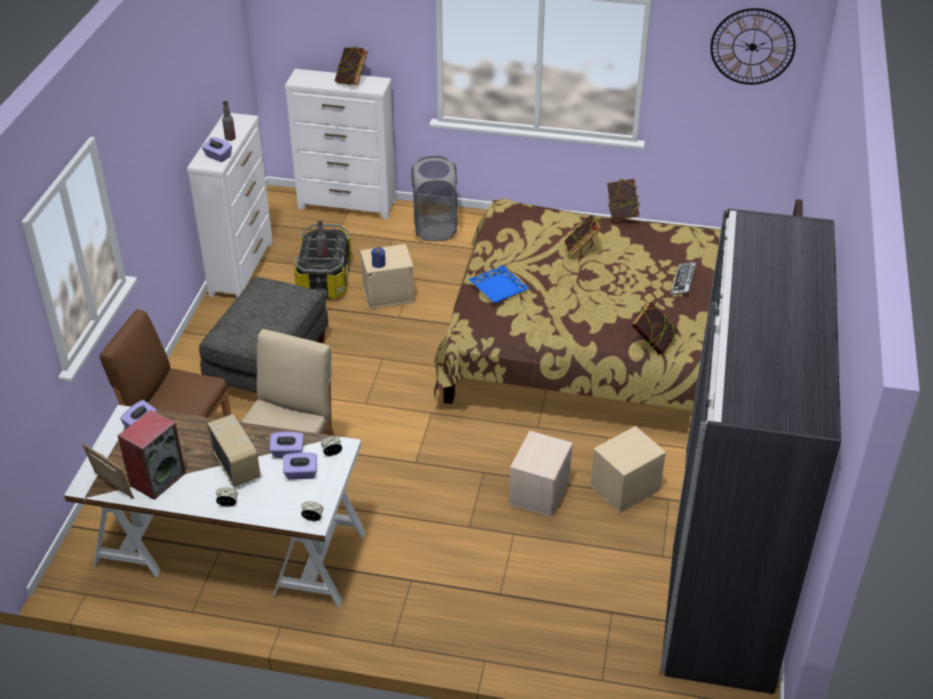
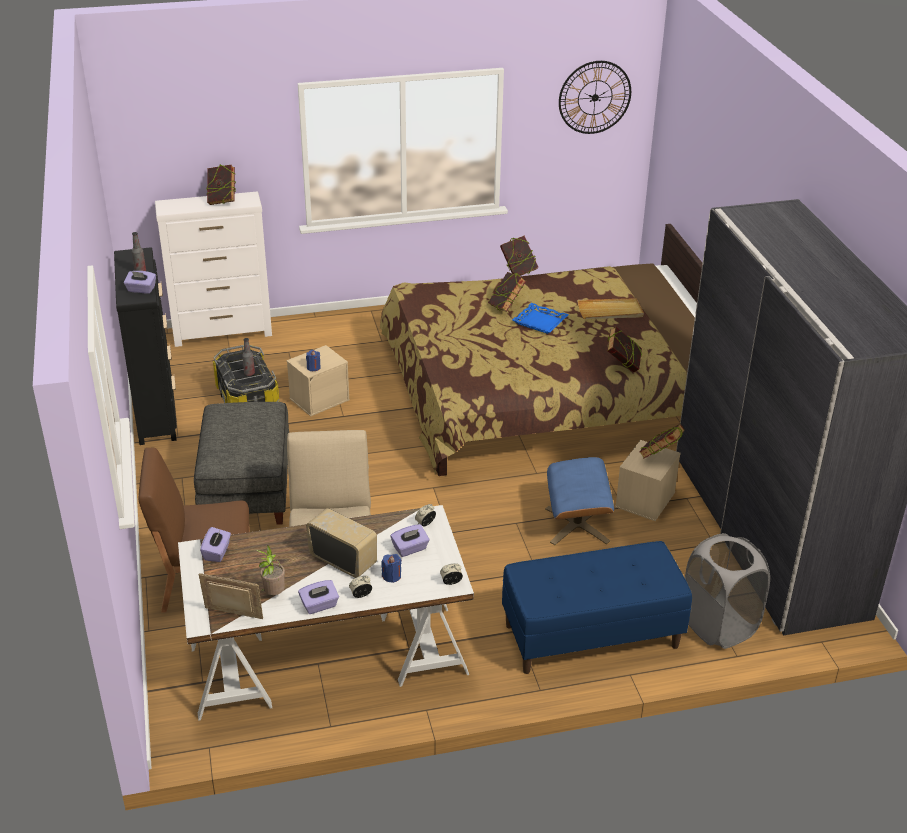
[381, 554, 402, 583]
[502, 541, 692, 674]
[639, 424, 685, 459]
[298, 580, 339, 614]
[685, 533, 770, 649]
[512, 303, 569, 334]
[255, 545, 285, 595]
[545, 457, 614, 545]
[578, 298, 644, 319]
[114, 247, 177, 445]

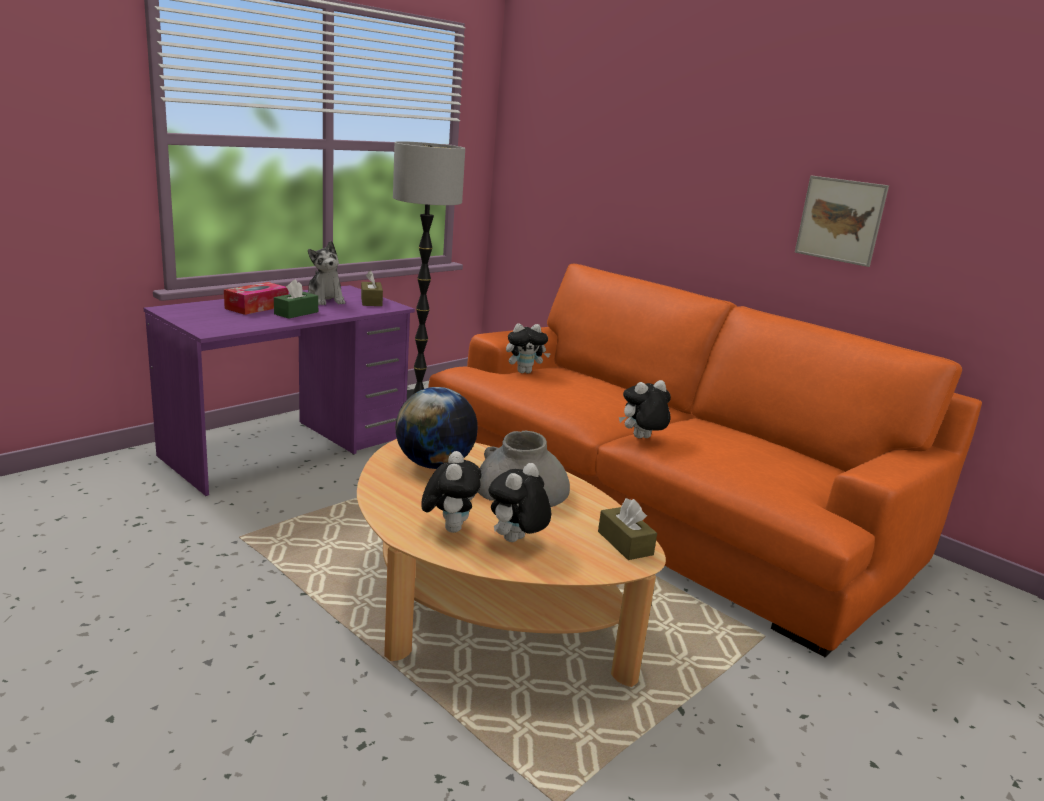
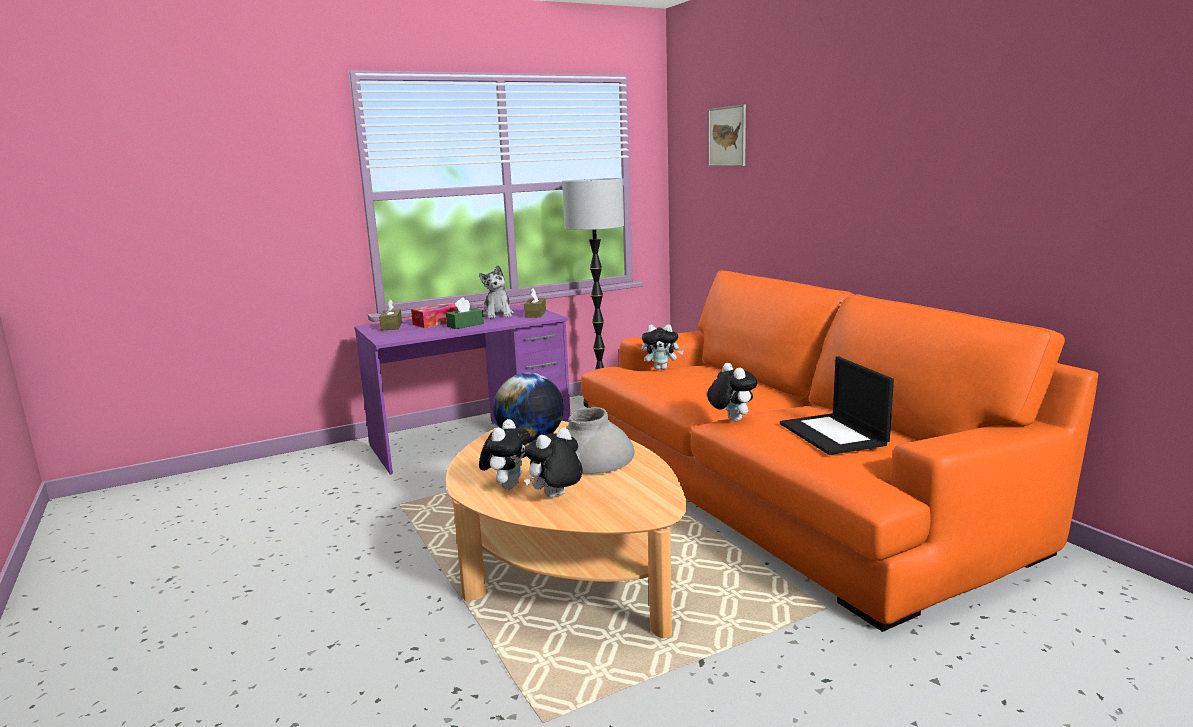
[780, 356, 894, 455]
[379, 299, 402, 331]
[708, 105, 746, 167]
[707, 363, 757, 421]

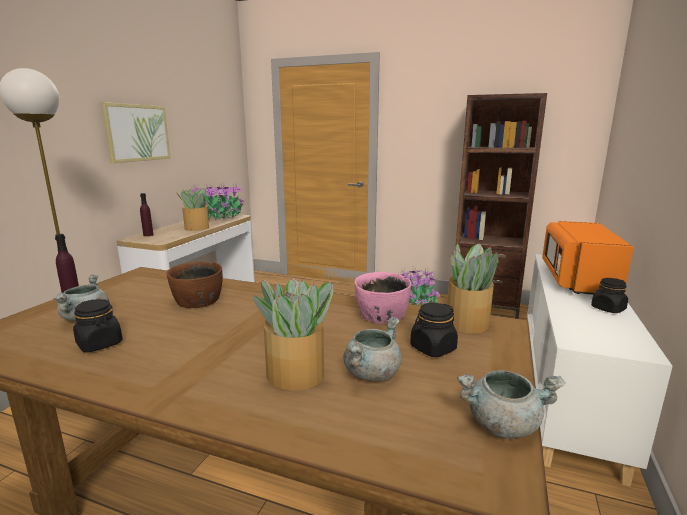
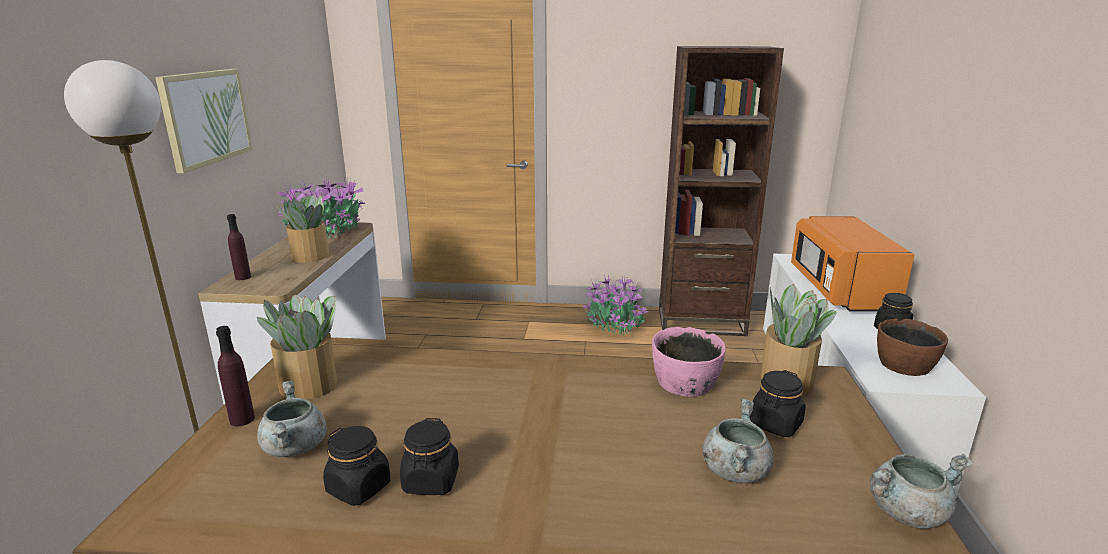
[400, 418, 459, 495]
[877, 319, 948, 376]
[257, 295, 338, 399]

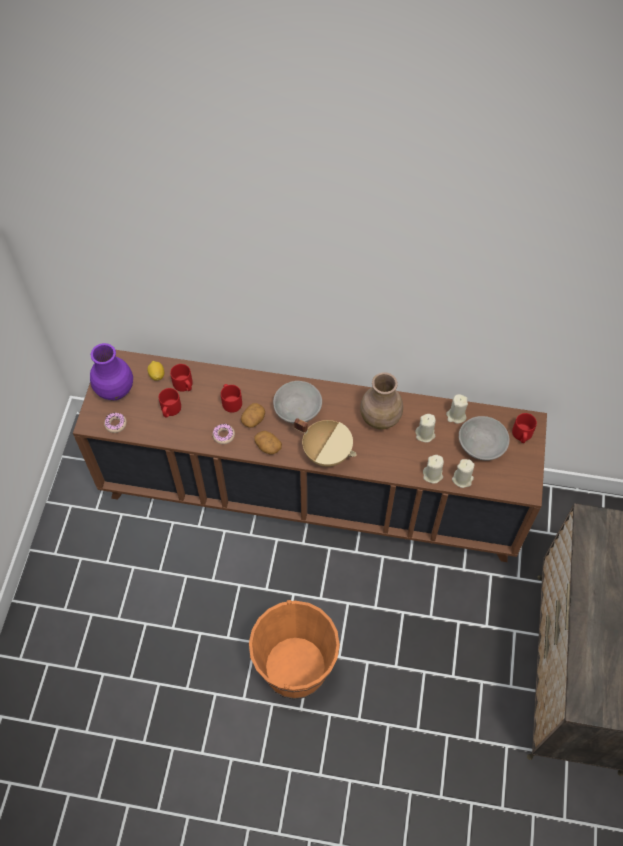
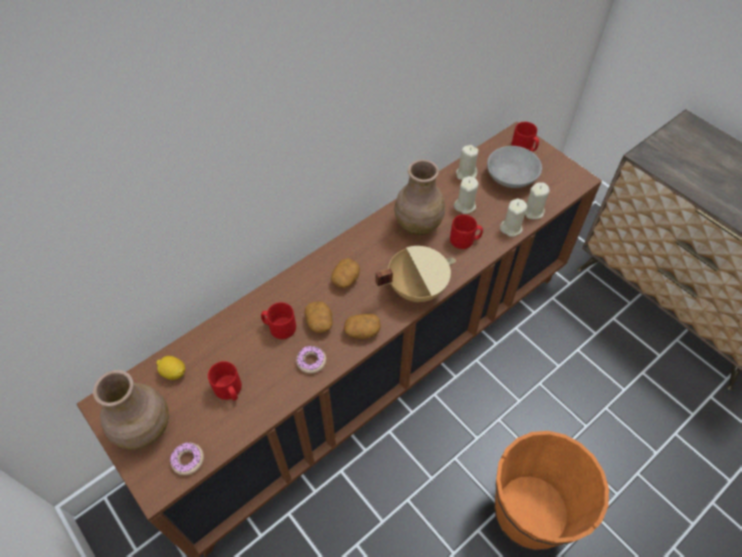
[450, 214, 483, 249]
[331, 258, 360, 288]
[93, 370, 169, 450]

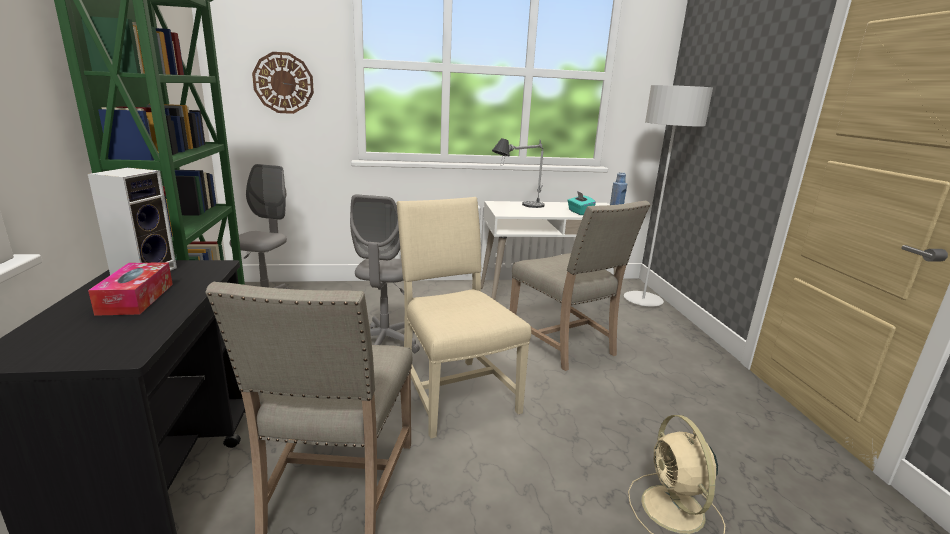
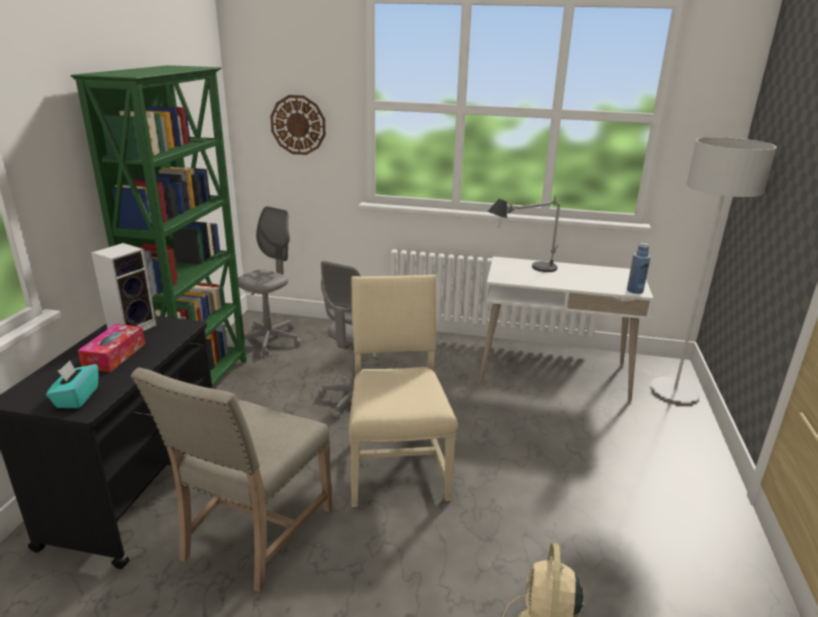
[510, 200, 651, 371] (first image)
[46, 360, 98, 408]

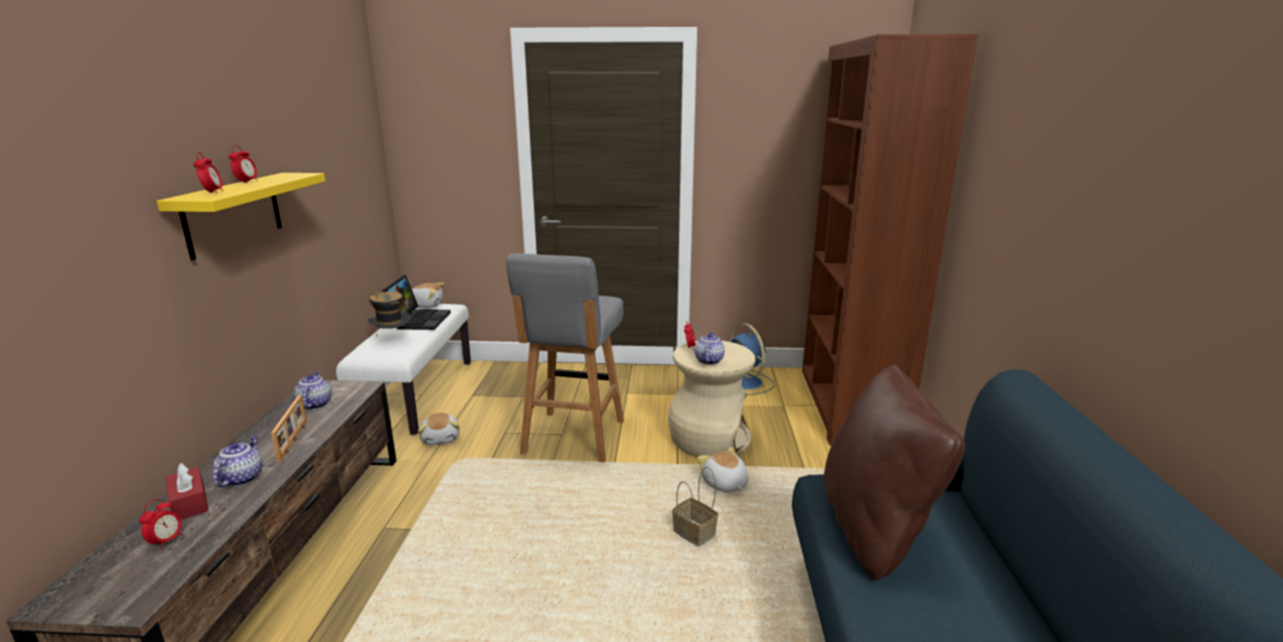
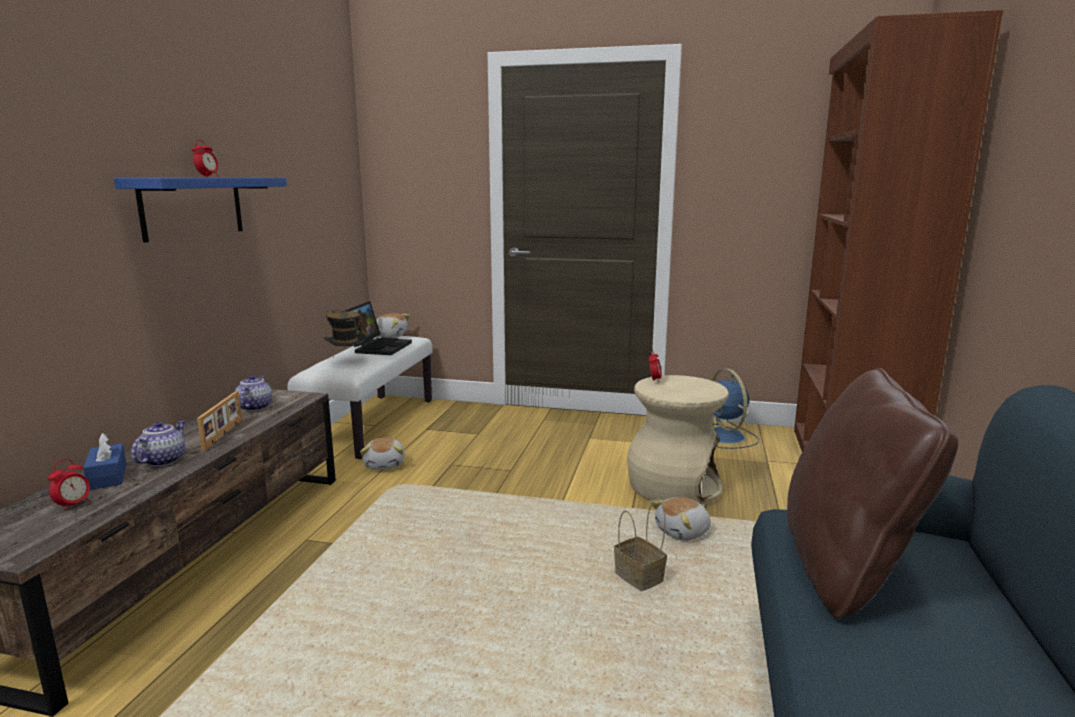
[193, 152, 223, 194] (first image)
[506, 253, 624, 463] (first image)
[694, 332, 725, 365] (first image)
[114, 178, 287, 243]
[83, 433, 126, 490]
[650, 497, 711, 541]

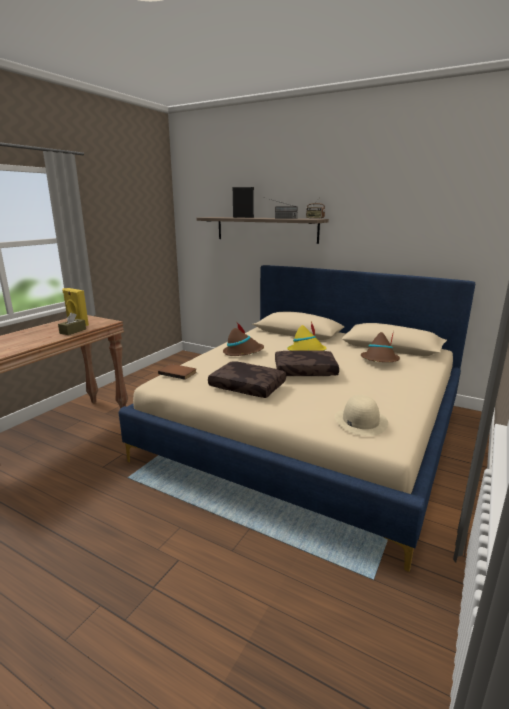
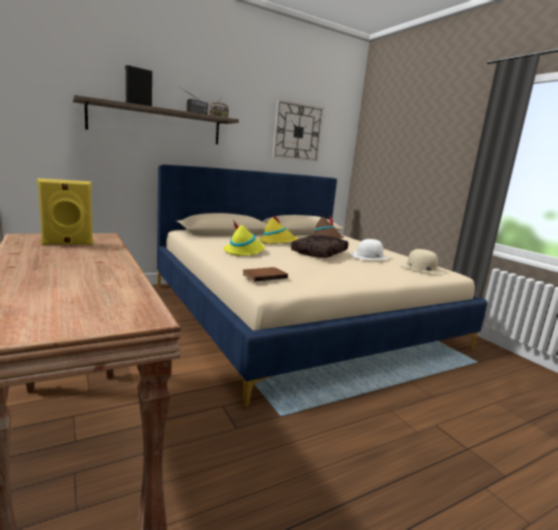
[58, 313, 86, 335] (first image)
[208, 361, 286, 398] (first image)
[272, 99, 324, 162]
[350, 239, 388, 260]
[223, 220, 265, 256]

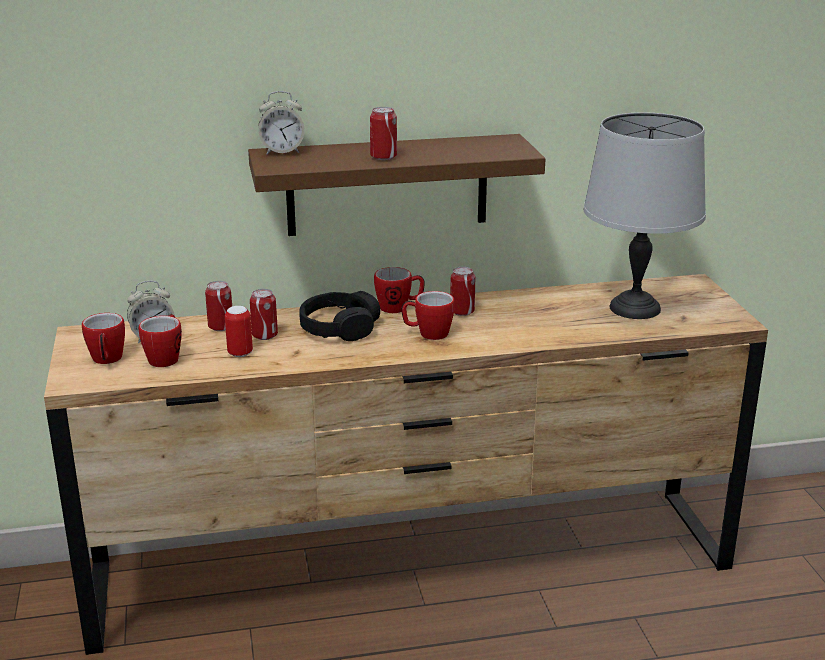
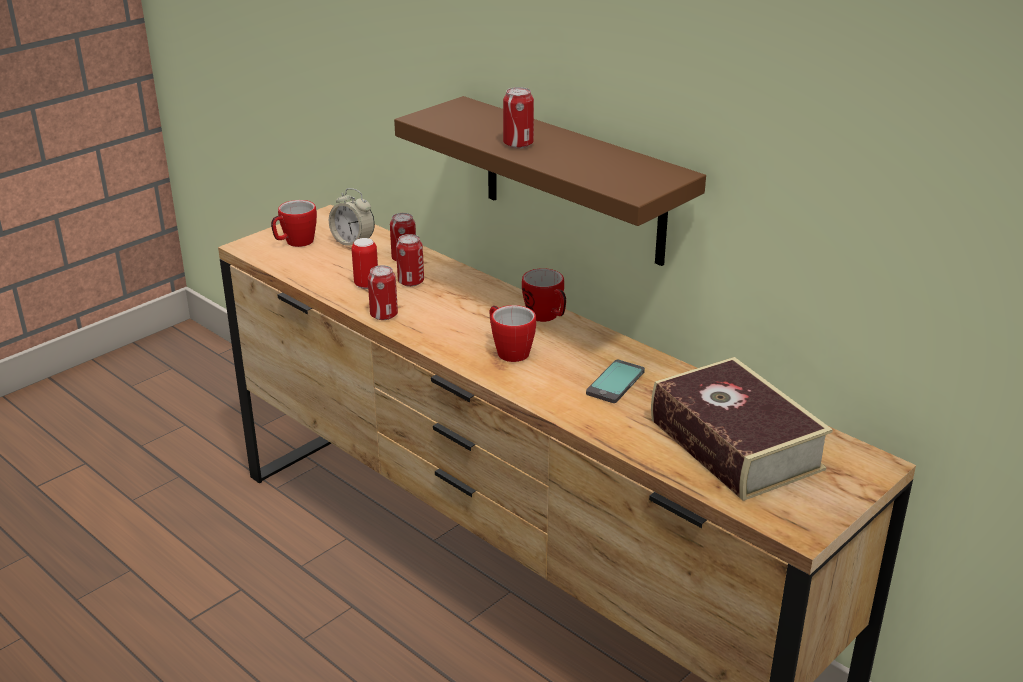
[139, 314, 182, 367] (first image)
[258, 91, 305, 155] (first image)
[300, 291, 380, 341] (first image)
[586, 360, 645, 403]
[368, 265, 398, 320]
[651, 357, 833, 501]

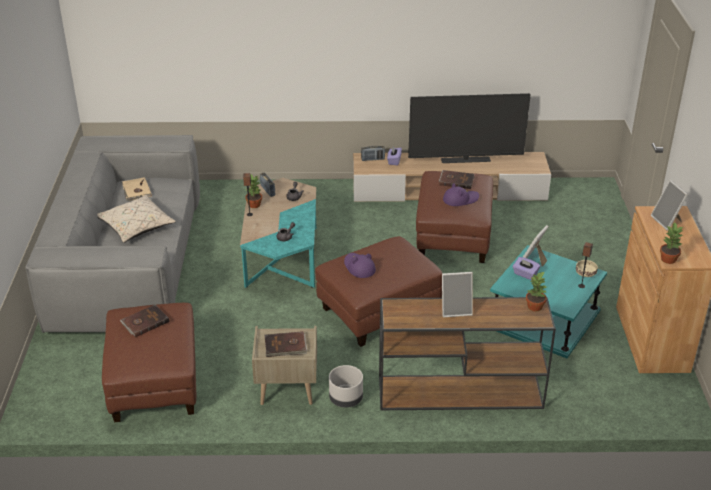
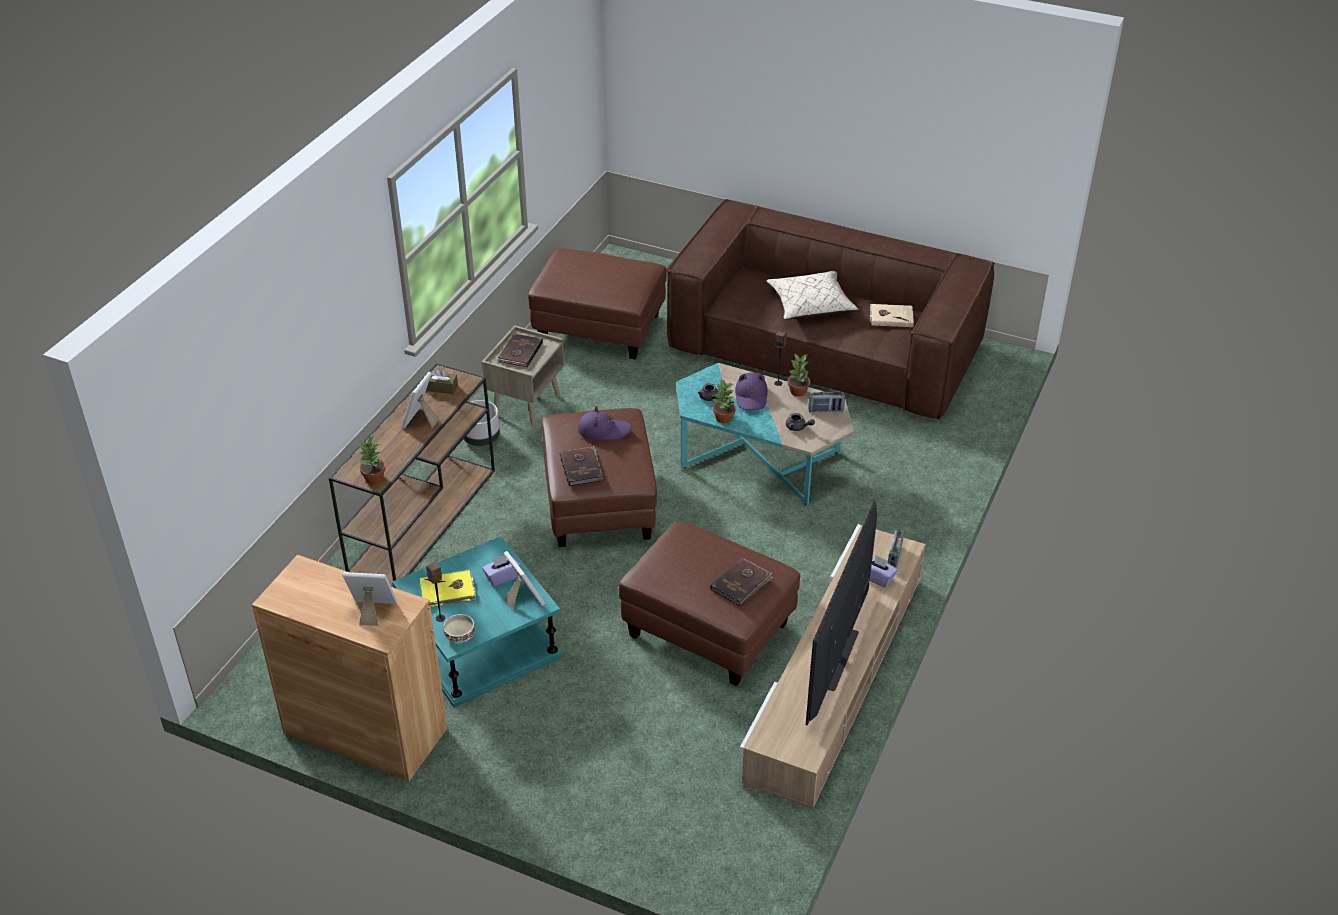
[420, 570, 476, 607]
[426, 368, 458, 394]
[560, 446, 603, 486]
[735, 372, 768, 410]
[713, 378, 736, 424]
[666, 199, 995, 420]

